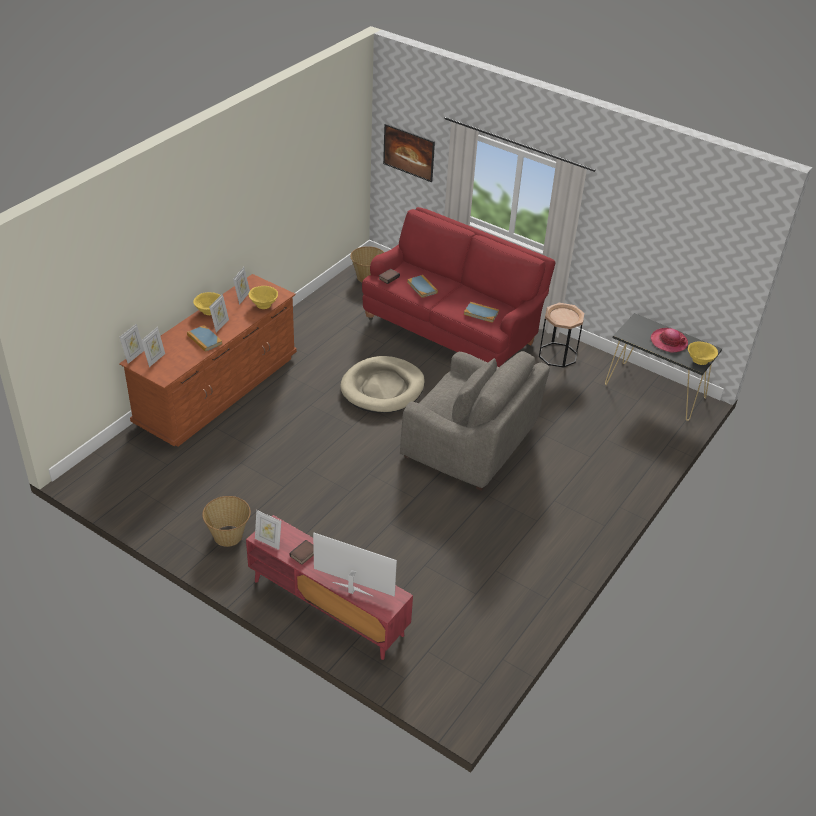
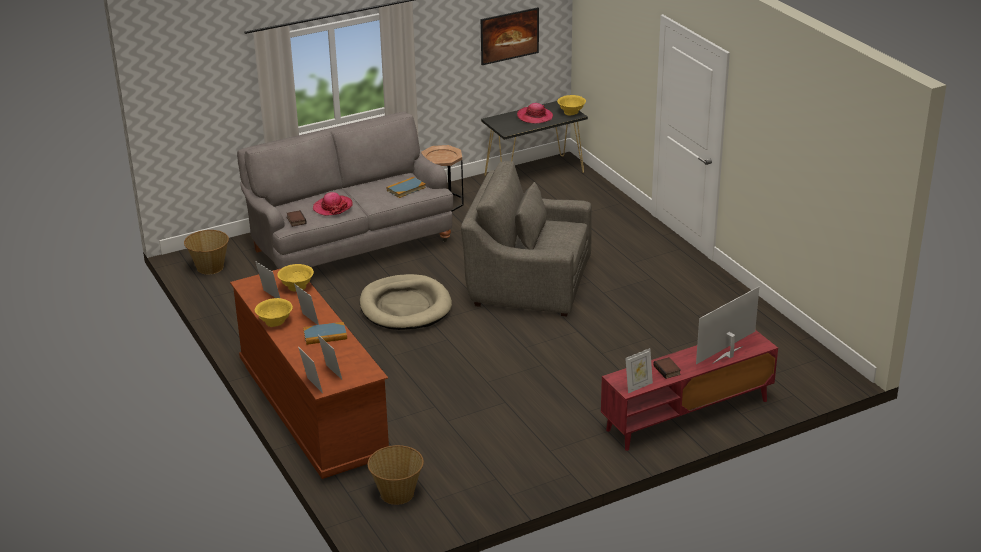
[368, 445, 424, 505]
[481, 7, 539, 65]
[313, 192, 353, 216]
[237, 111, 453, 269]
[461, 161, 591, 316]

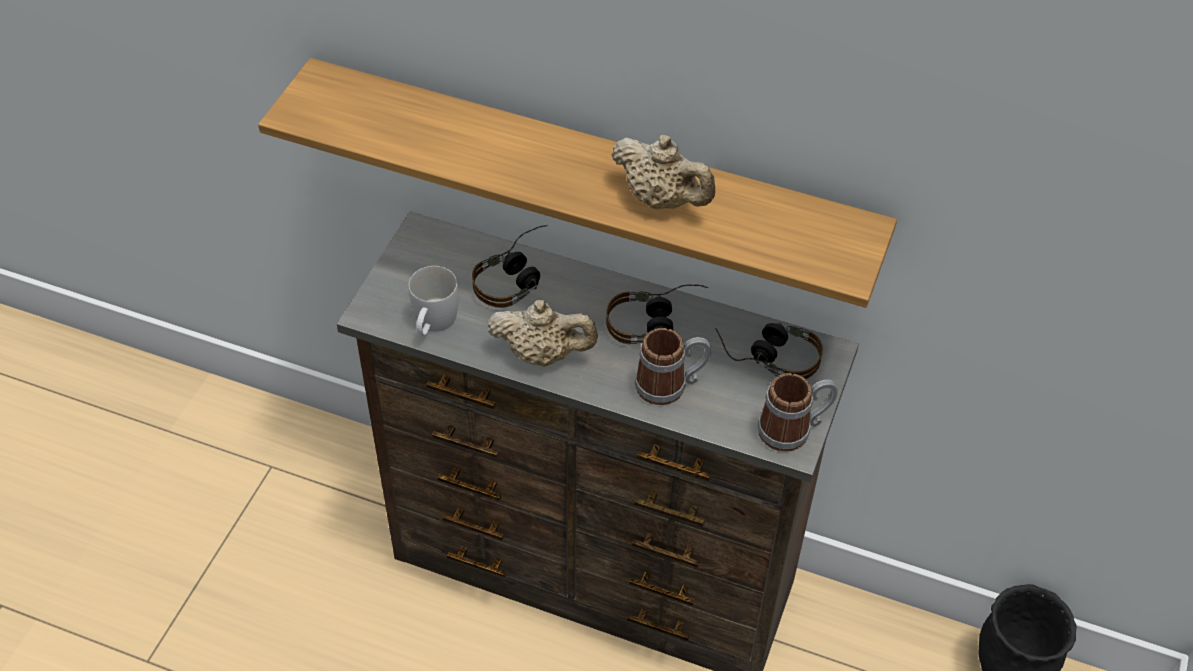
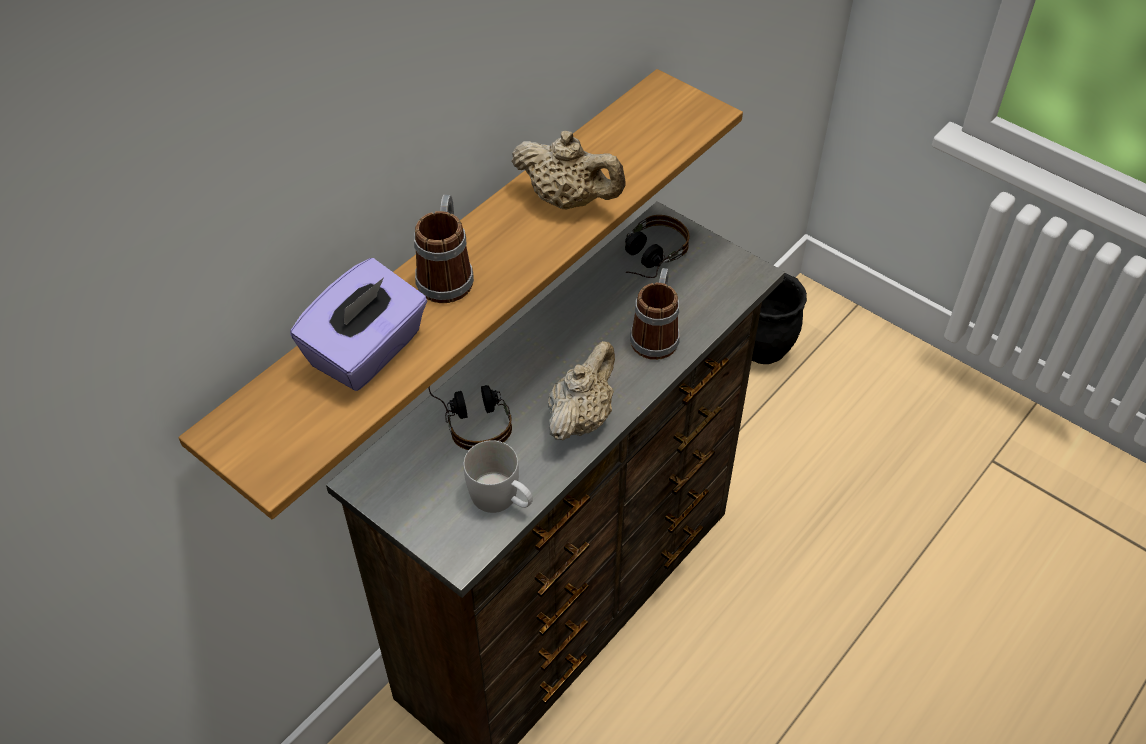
[606, 284, 708, 344] (first image)
[290, 258, 427, 391]
[414, 195, 474, 303]
[511, 131, 626, 209]

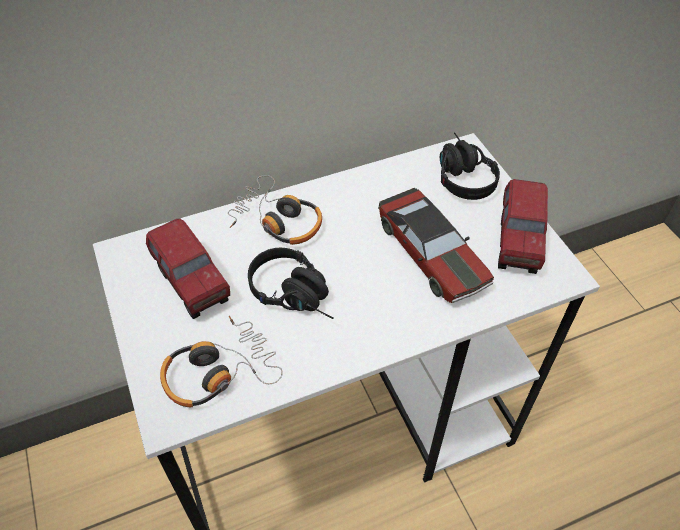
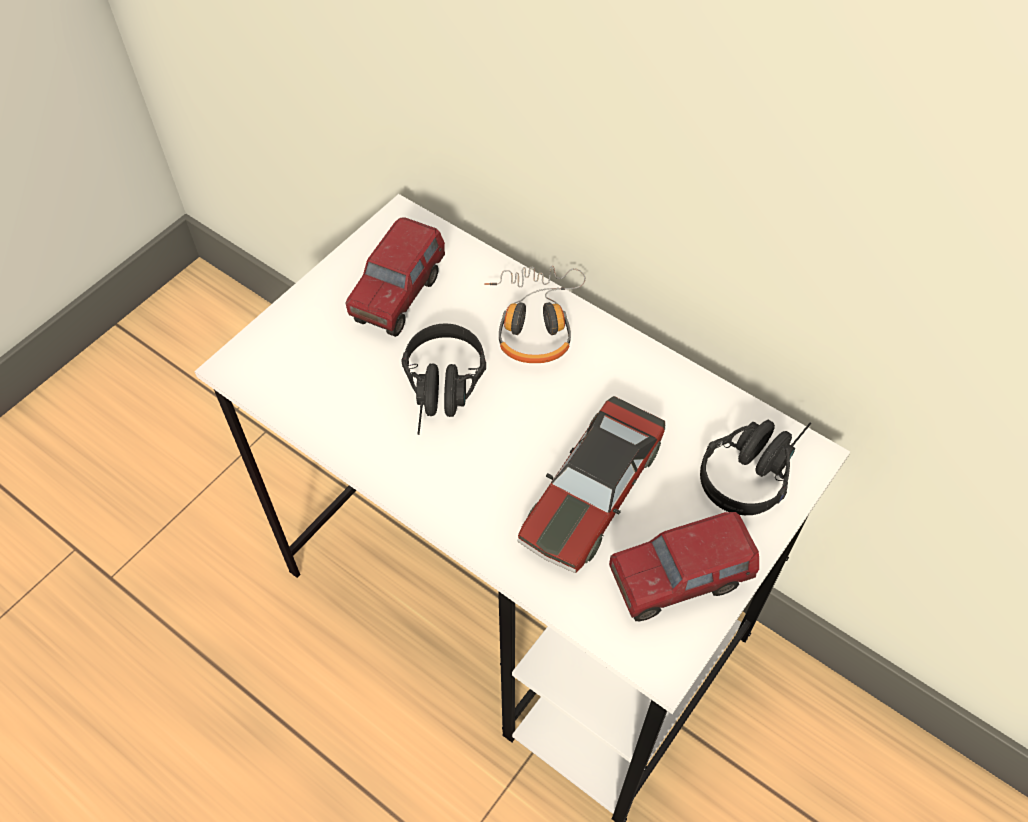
[160, 316, 283, 407] (first image)

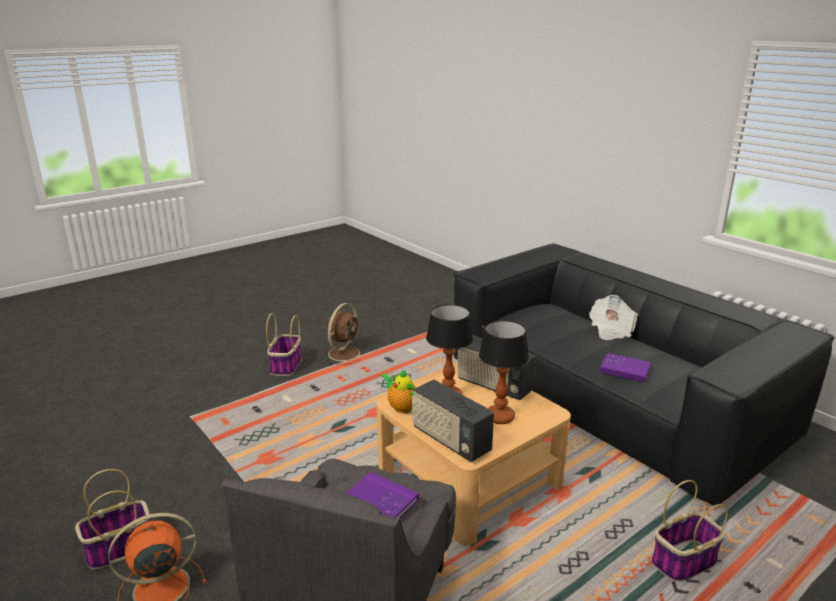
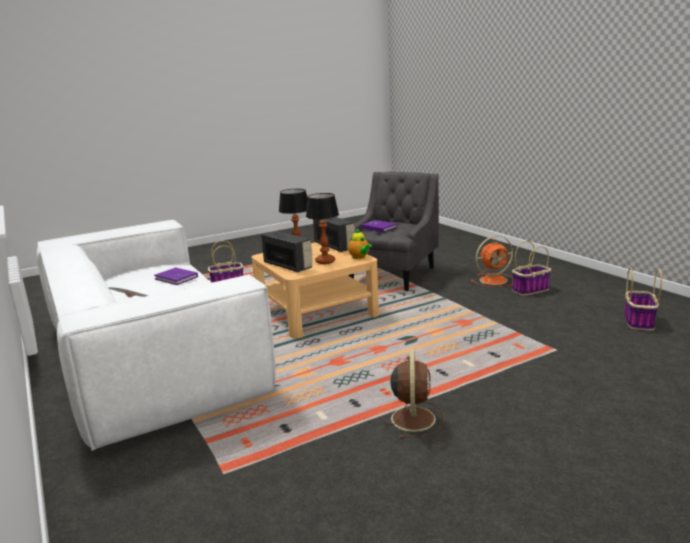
[624, 267, 662, 330]
[37, 220, 275, 451]
[381, 348, 445, 439]

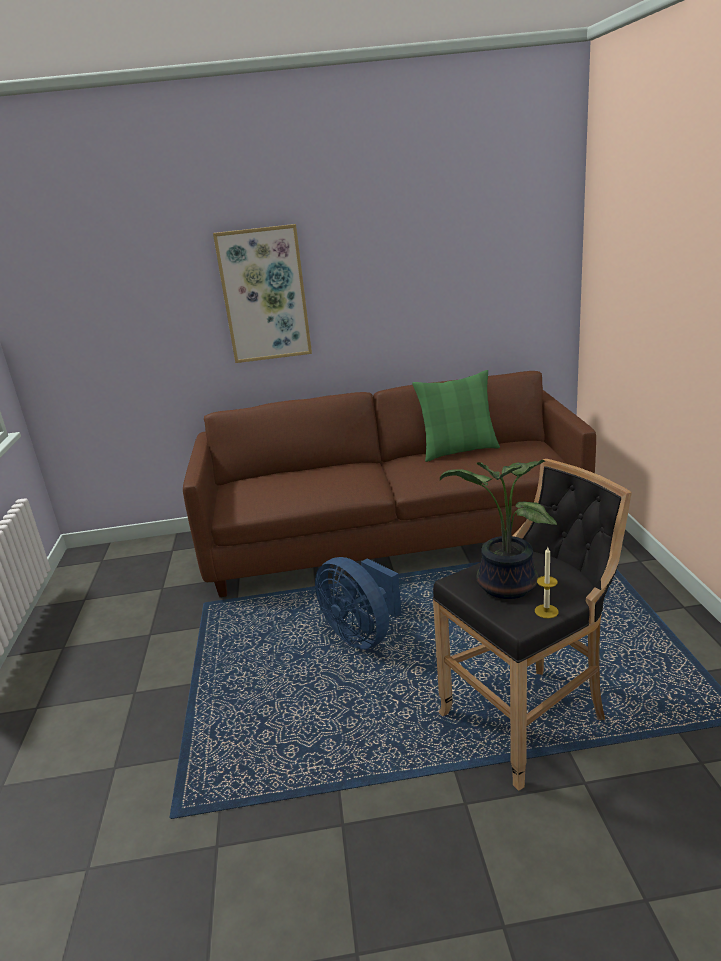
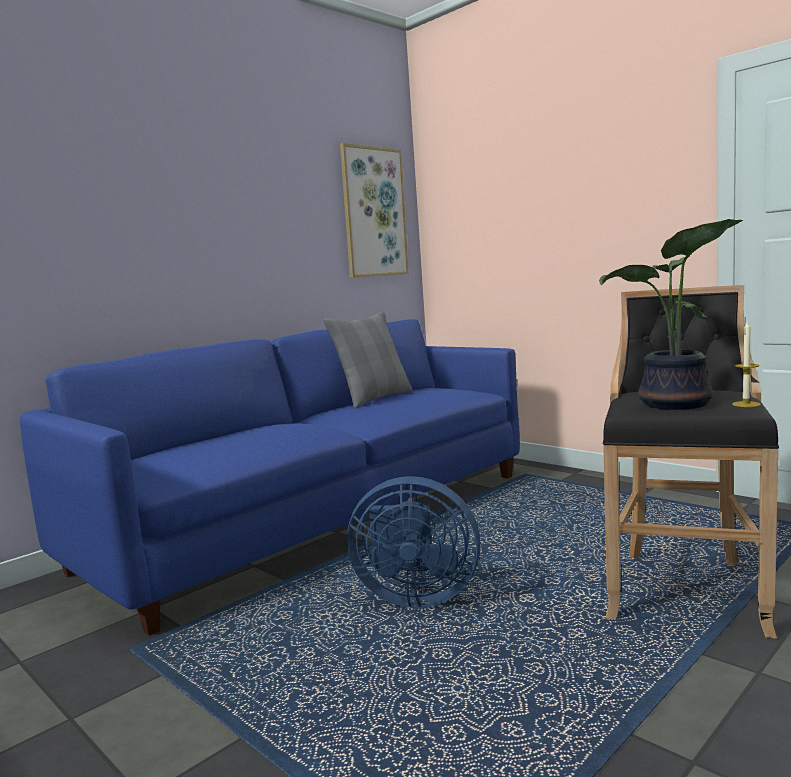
[340, 143, 409, 278]
[20, 319, 520, 635]
[323, 311, 412, 408]

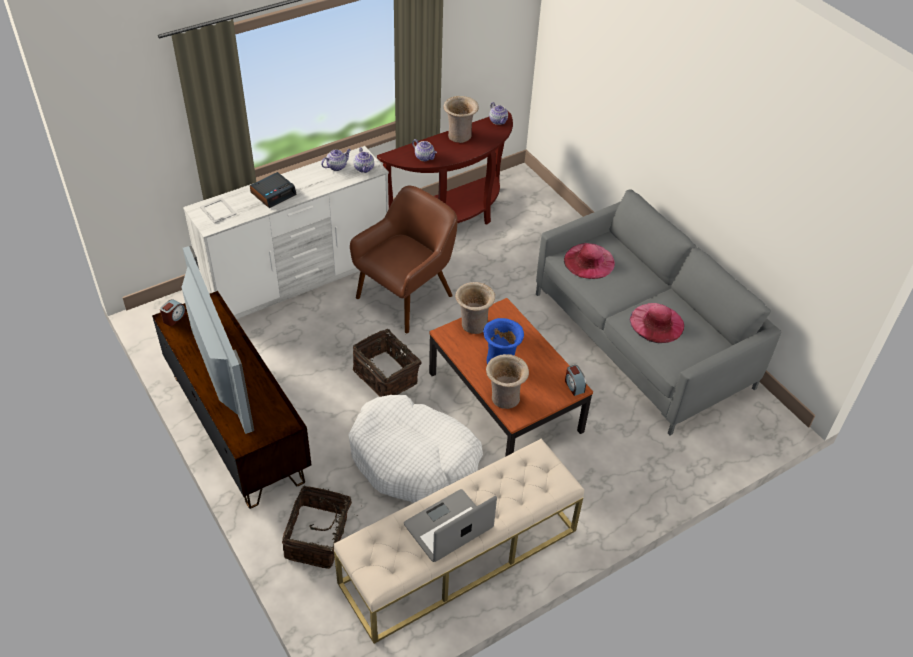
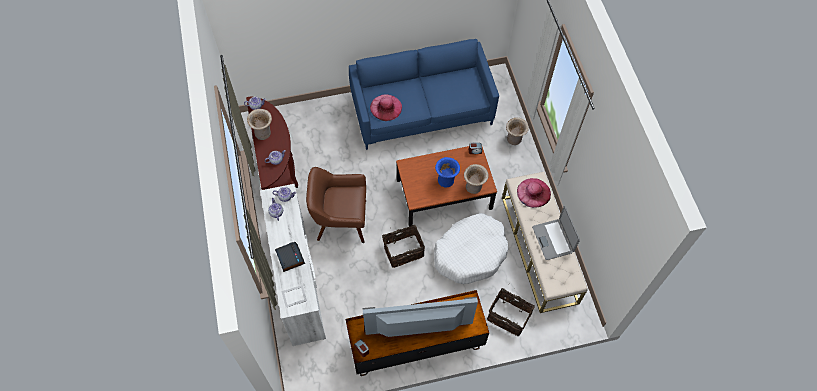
[506, 118, 529, 145]
[517, 178, 551, 208]
[349, 39, 499, 150]
[306, 167, 366, 243]

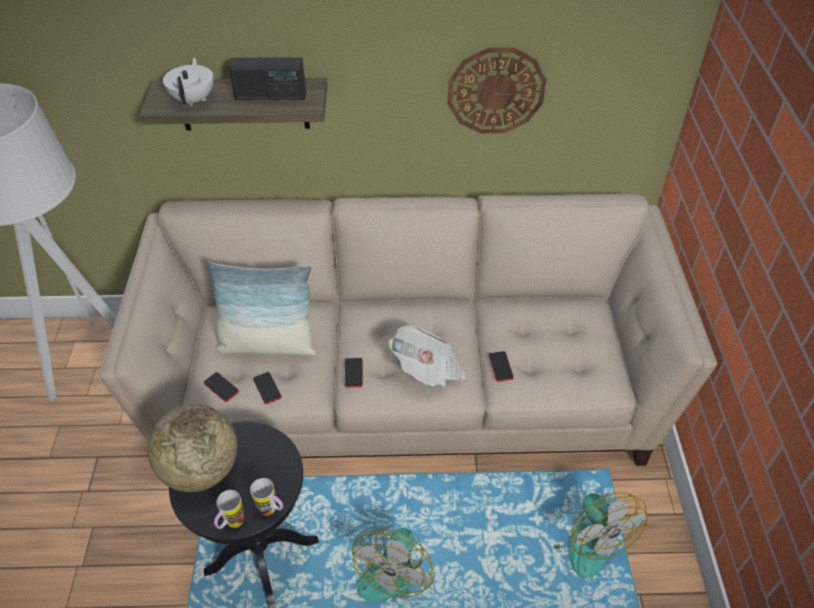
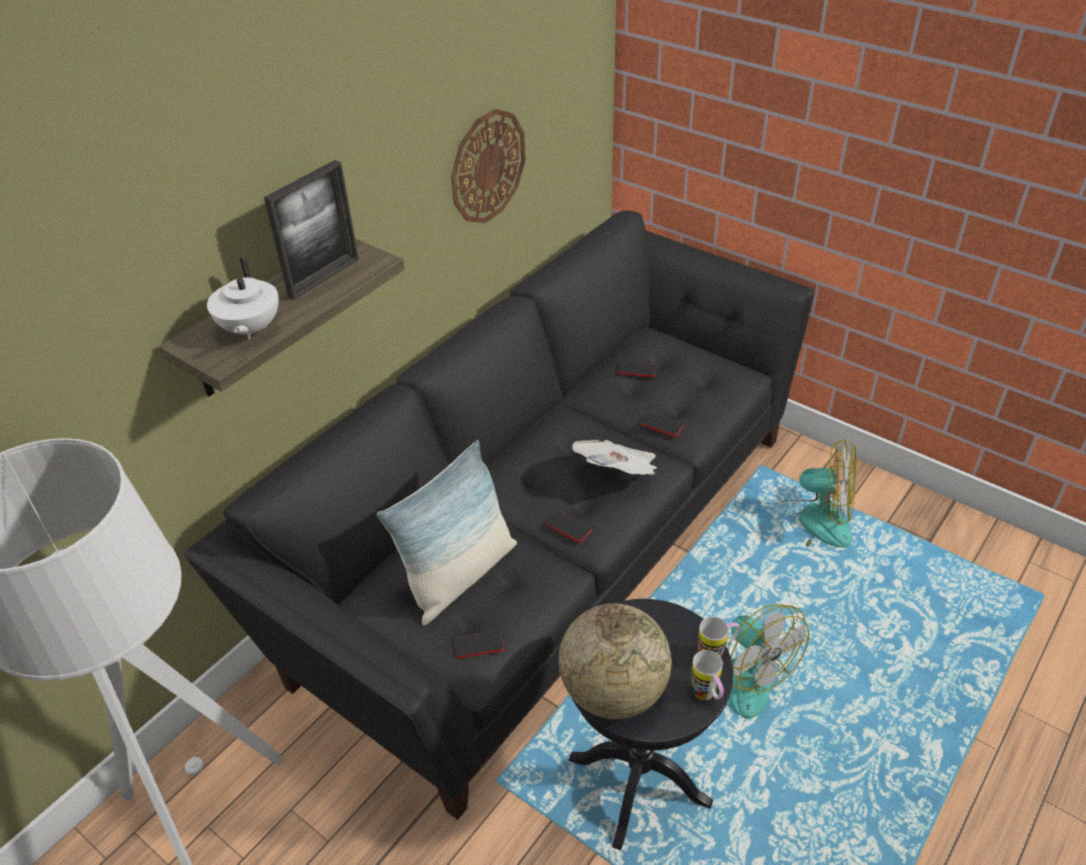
[618, 361, 657, 377]
[264, 160, 359, 300]
[185, 210, 814, 820]
[207, 258, 279, 340]

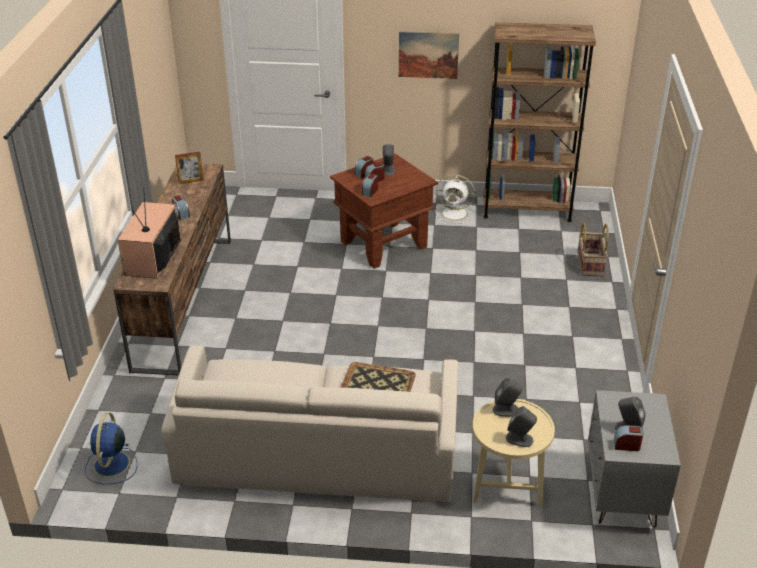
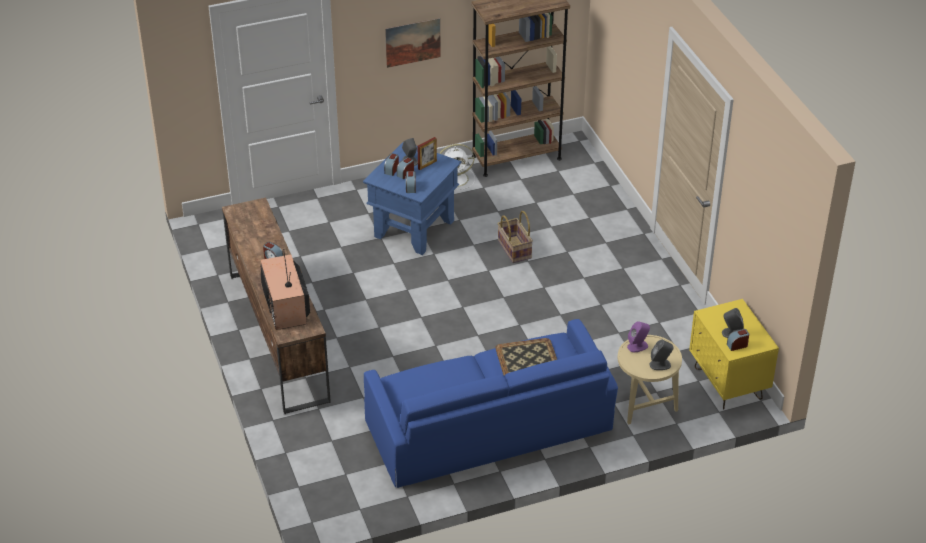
[85, 412, 137, 484] (first image)
[417, 137, 437, 170]
[498, 211, 533, 263]
[364, 319, 618, 488]
[363, 141, 462, 255]
[627, 321, 650, 352]
[689, 299, 779, 410]

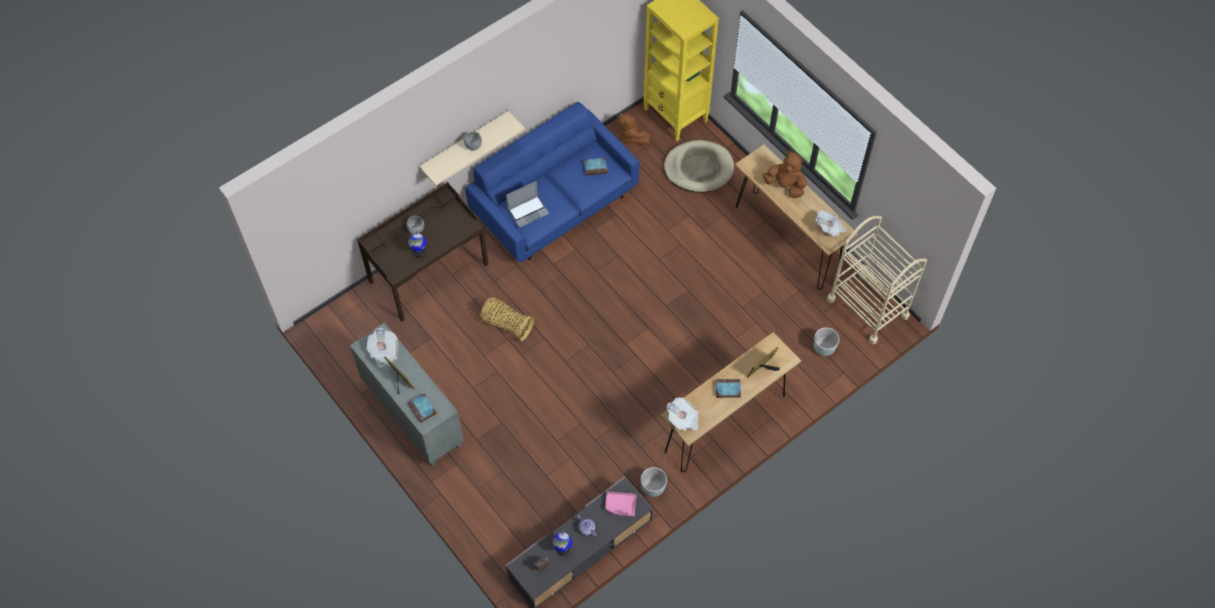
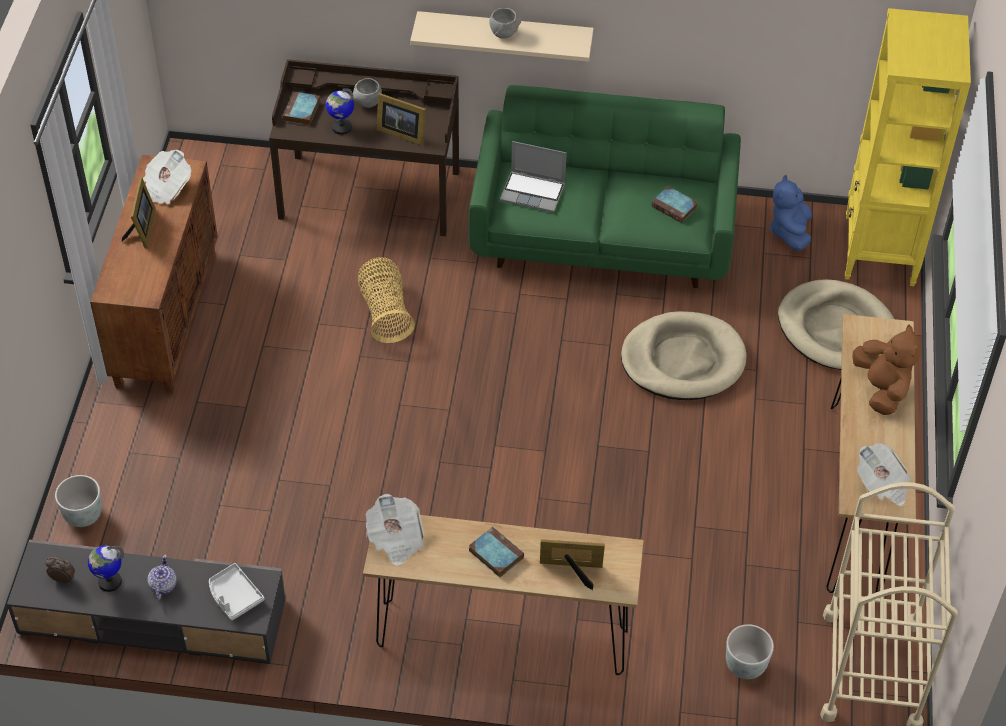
[376, 93, 426, 146]
[621, 311, 747, 400]
[283, 91, 320, 126]
[55, 475, 102, 527]
[90, 155, 218, 394]
[469, 85, 741, 288]
[209, 563, 264, 621]
[769, 175, 812, 251]

